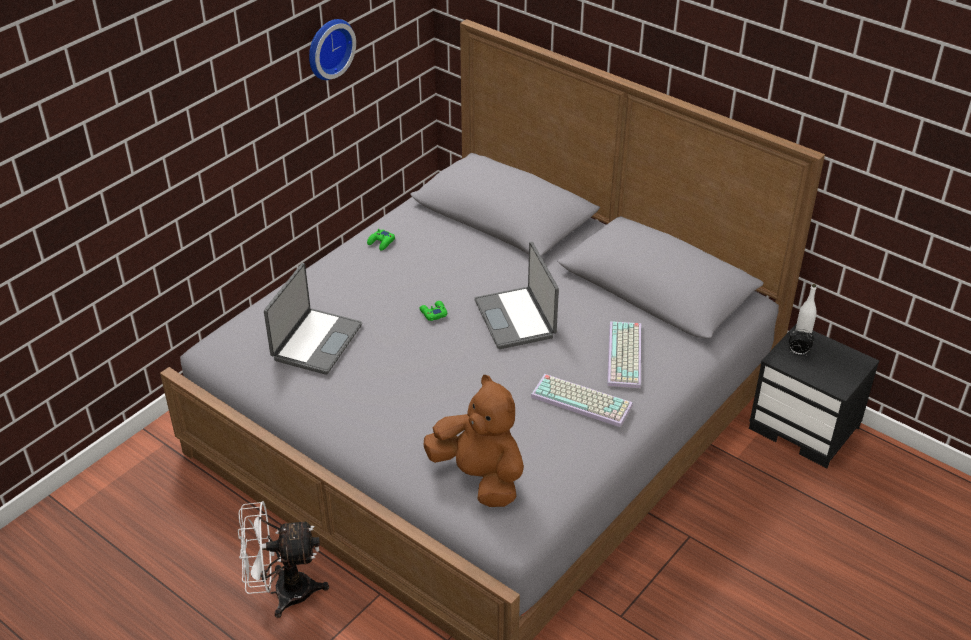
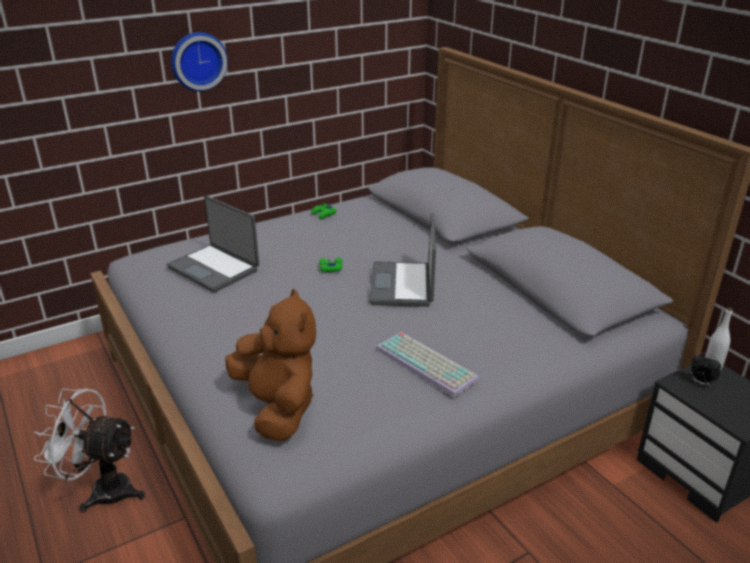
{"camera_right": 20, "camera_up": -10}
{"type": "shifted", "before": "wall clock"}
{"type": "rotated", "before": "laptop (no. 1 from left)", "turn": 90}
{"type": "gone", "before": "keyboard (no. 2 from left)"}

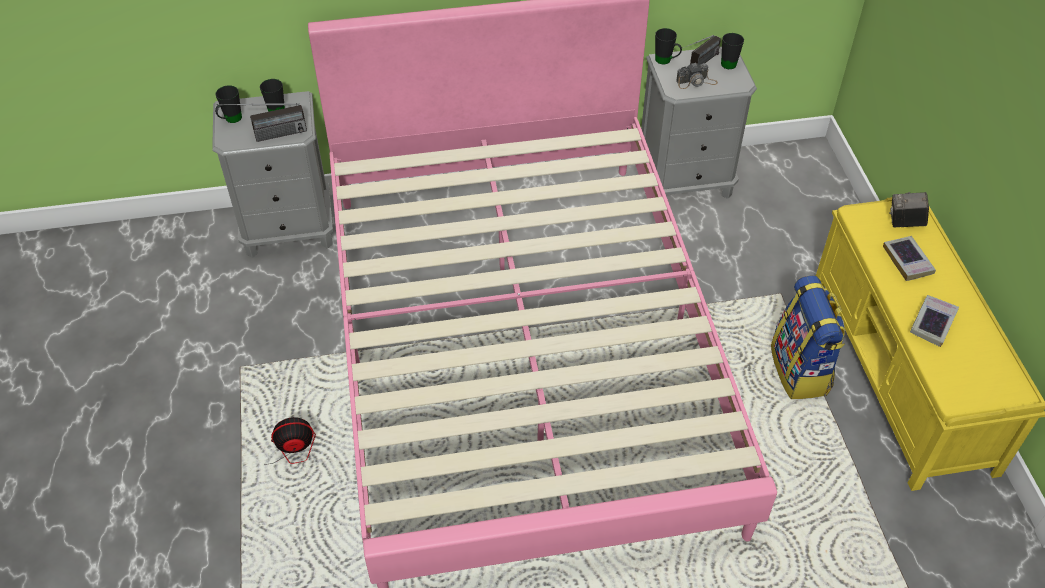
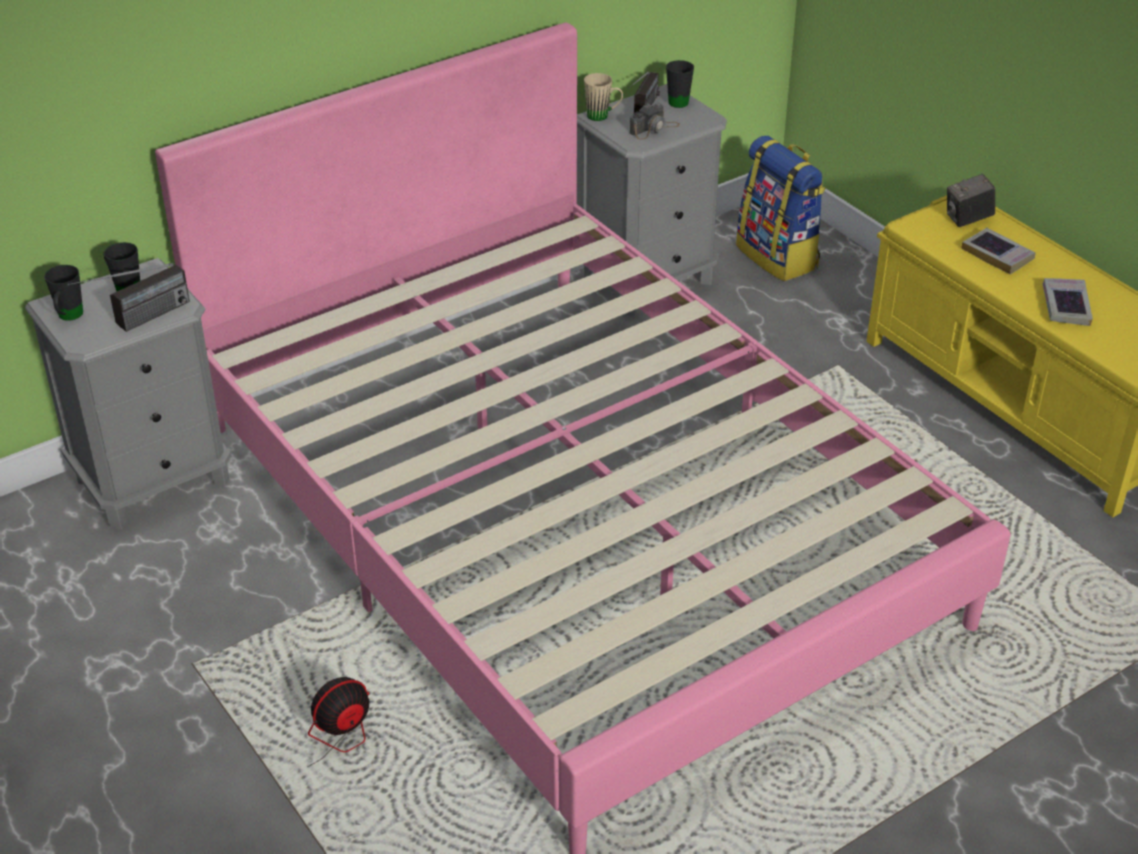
{"camera_right": -25, "camera_up": -10}
{"type": "repainted", "before": "black mug (no. 3 from left)", "after": "beige mug"}
{"type": "shifted", "before": "backpack"}

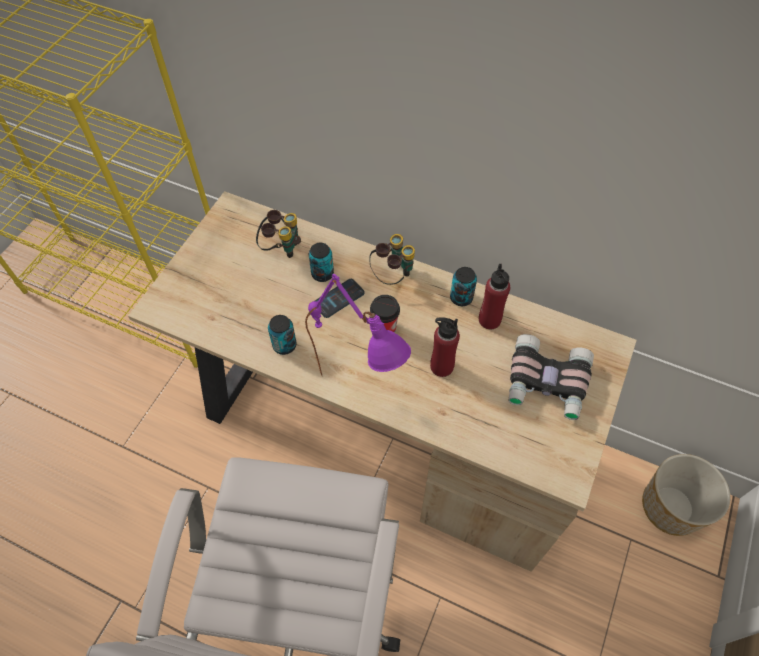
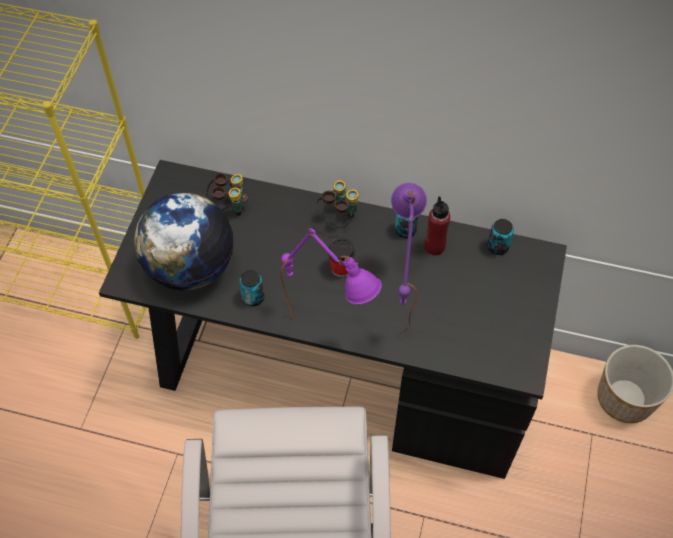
{"camera_right": -10, "camera_up": 0}
{"type": "repainted", "before": "beige desk", "after": "black desk"}
{"type": "shifted", "before": "can (no. 2 from left in the first image)", "after": "can (no. 3 from left)"}
{"type": "gone", "before": "phone"}
{"type": "swapped", "before": "red bottle (no. 1 from left)", "after": "purple table lamp (no. 2 from left)"}
{"type": "gone", "before": "binoculars (no. 3 from left)"}
{"type": "new", "after": "globe"}

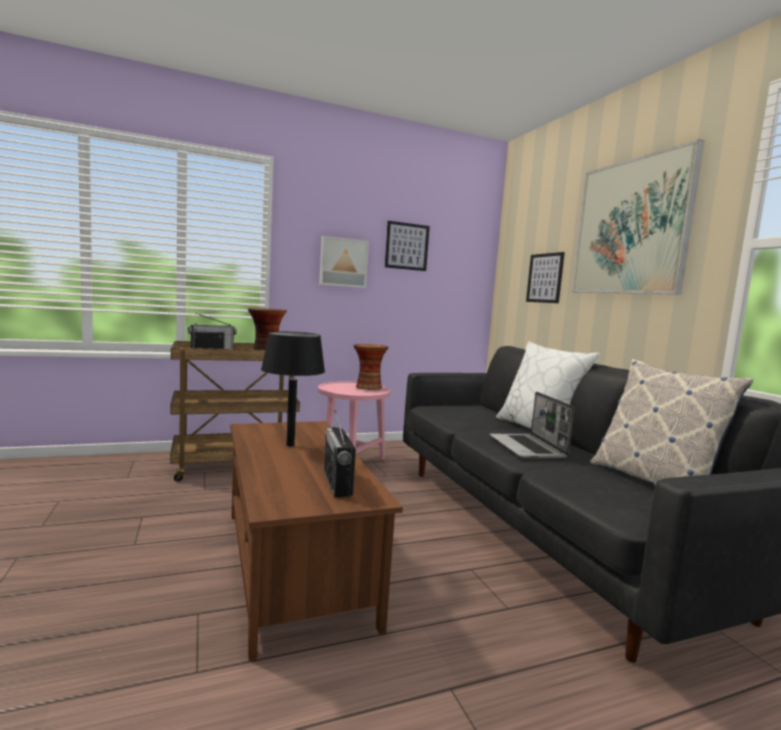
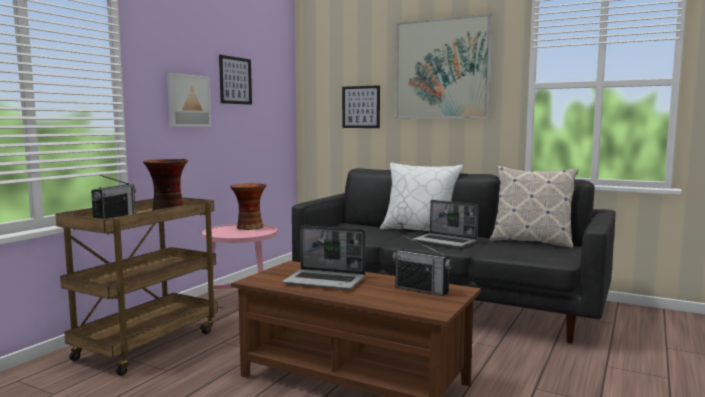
{"camera_right": -40, "camera_up": 0}
{"type": "swapped", "before": "black table lamp", "after": "laptop (no. 1 from left)"}

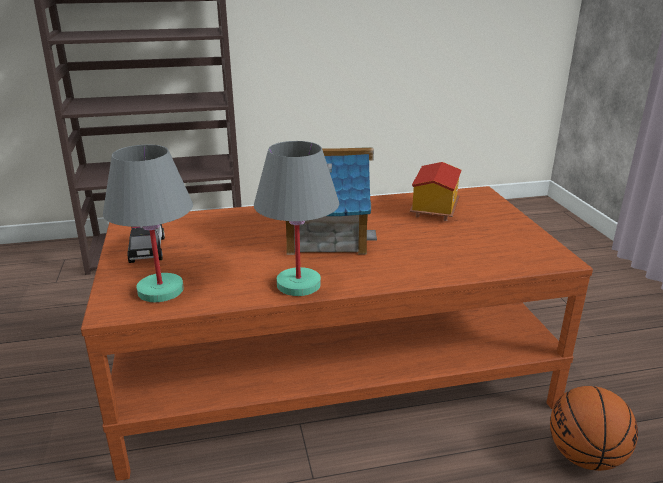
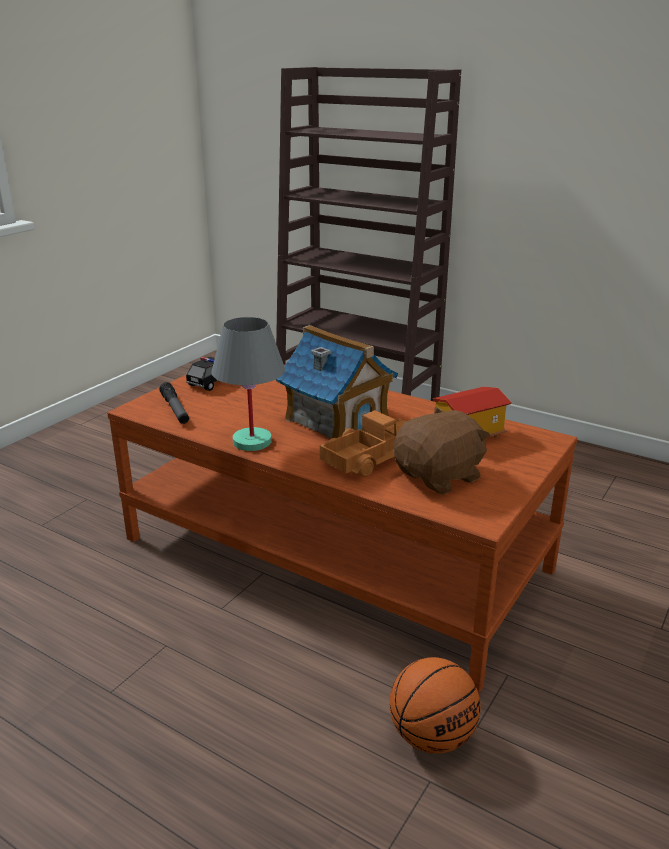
{"camera_right": 45, "camera_up": 0}
{"type": "swapped", "before": "grey table lamp (no. 1 from left)", "after": "flashlight"}
{"type": "new", "after": "brown plush toy"}
{"type": "new", "after": "toy truck"}

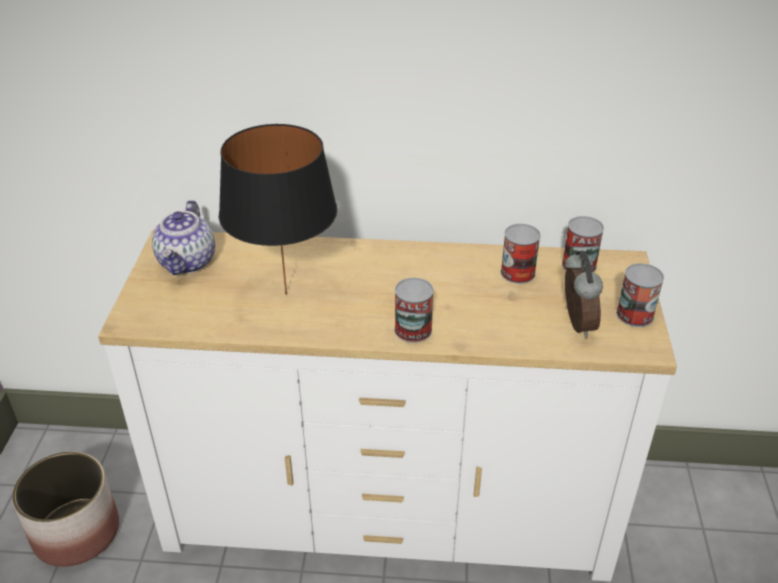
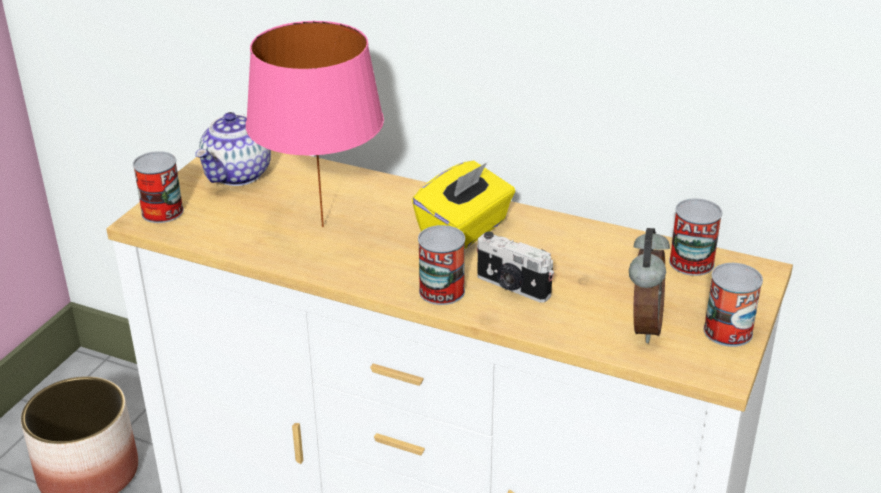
{"camera_right": 20, "camera_up": -5}
{"type": "repainted", "before": "black table lamp", "after": "pink table lamp"}
{"type": "shifted", "before": "can (no. 2 from left in the first image)", "after": "can (no. 1 from left)"}
{"type": "new", "after": "yellow tissue box"}
{"type": "new", "after": "photo camera"}

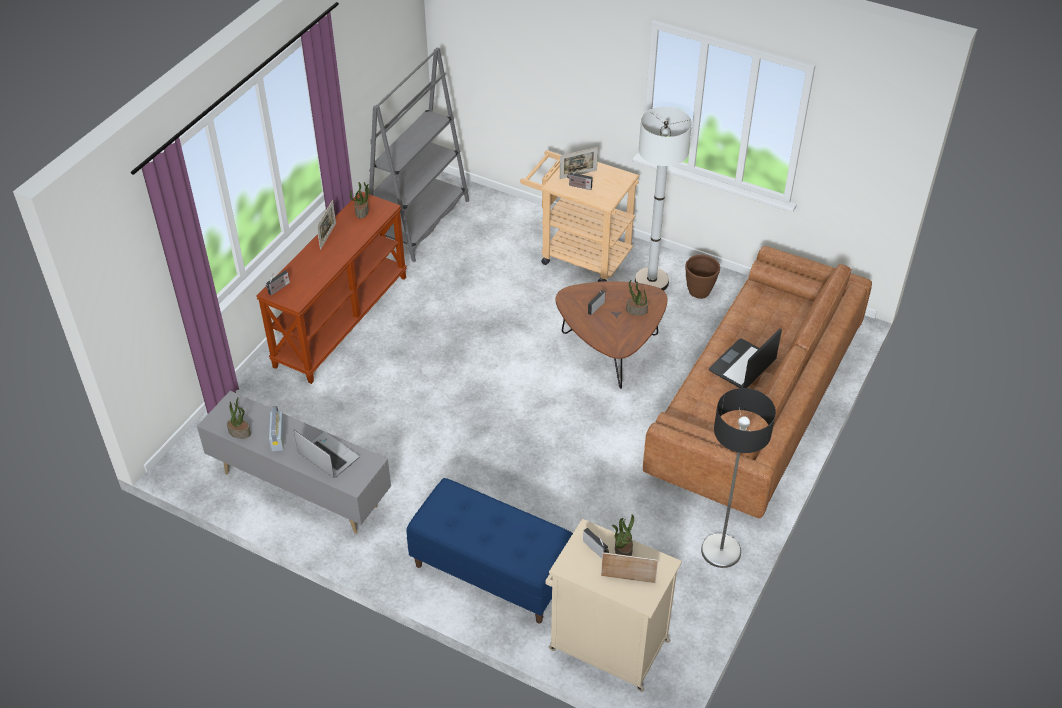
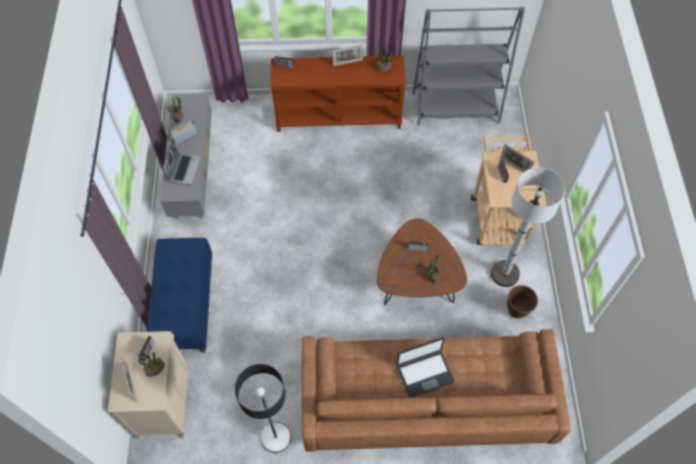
{"camera_right": 60, "camera_up": 15}
{"type": "rotated", "before": "laptop (no. 2 from left)", "turn": 150}

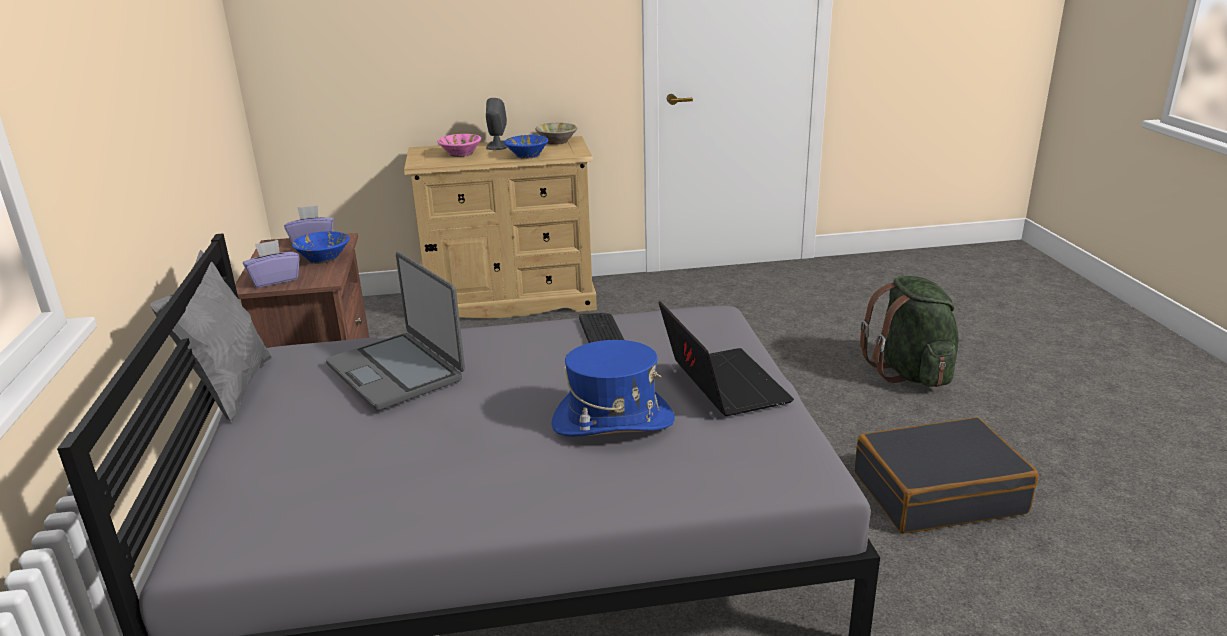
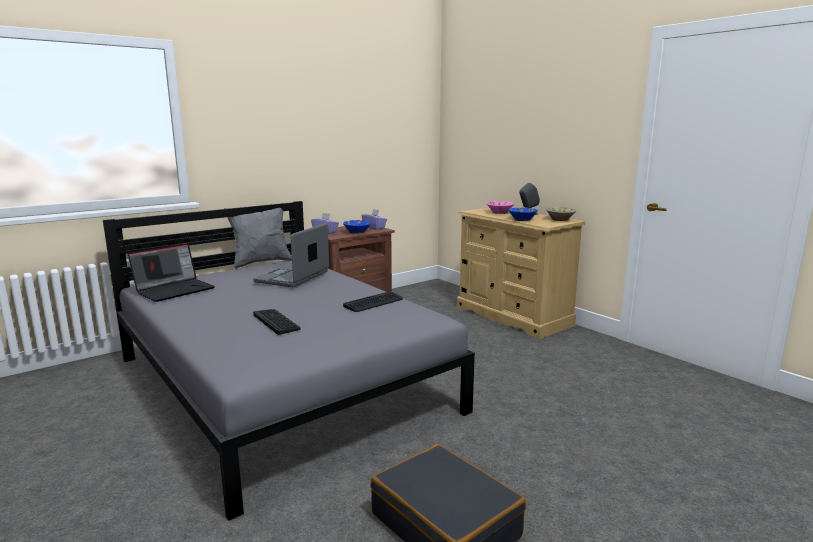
{"camera_right": 60, "camera_up": -10}
{"type": "gone", "before": "green backpack"}
{"type": "shifted", "before": "laptop (no. 2 from left in the first image)", "after": "laptop (no. 1 from left)"}
{"type": "swapped", "before": "blue hat", "after": "keyboard (no. 1 from left)"}

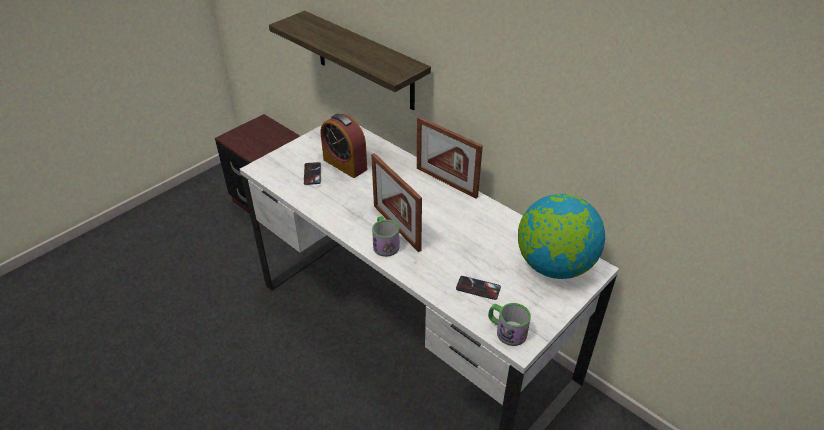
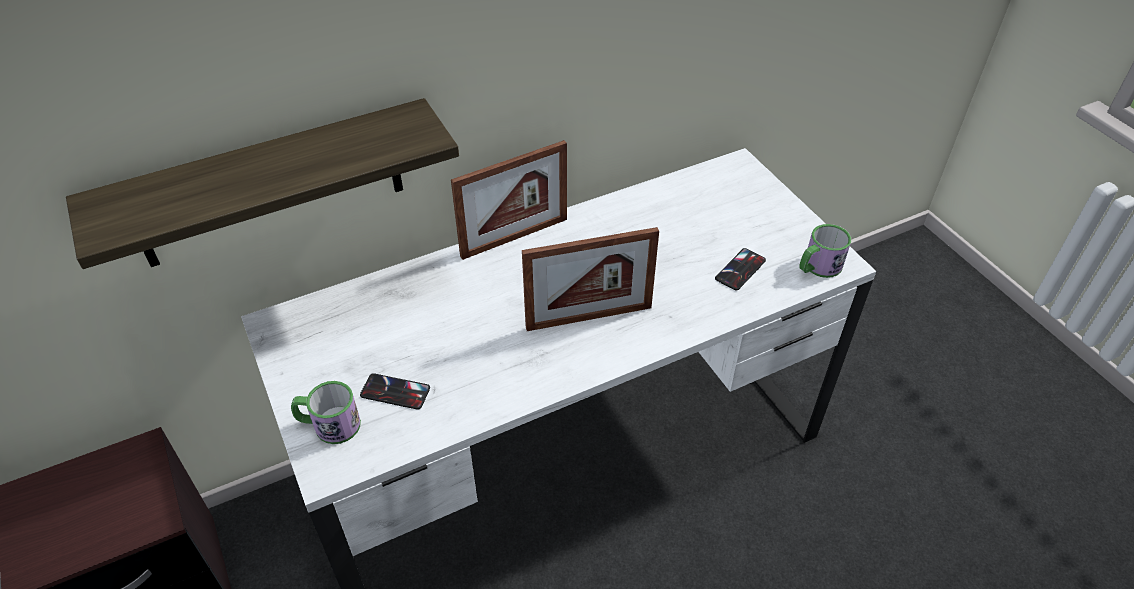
{"camera_right": -70, "camera_up": 5}
{"type": "gone", "before": "alarm clock"}
{"type": "gone", "before": "globe"}
{"type": "shifted", "before": "mug (no. 1 from left)"}

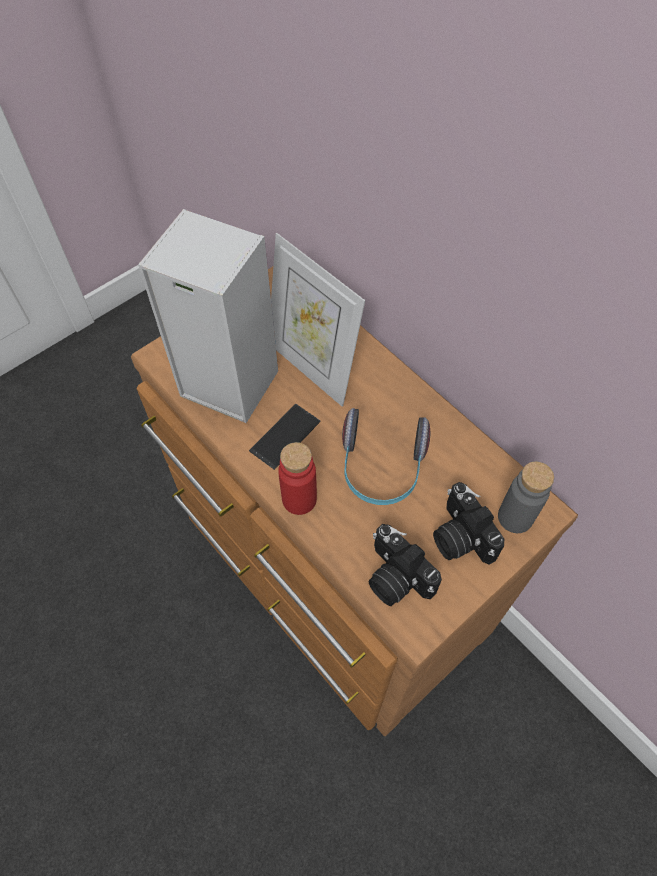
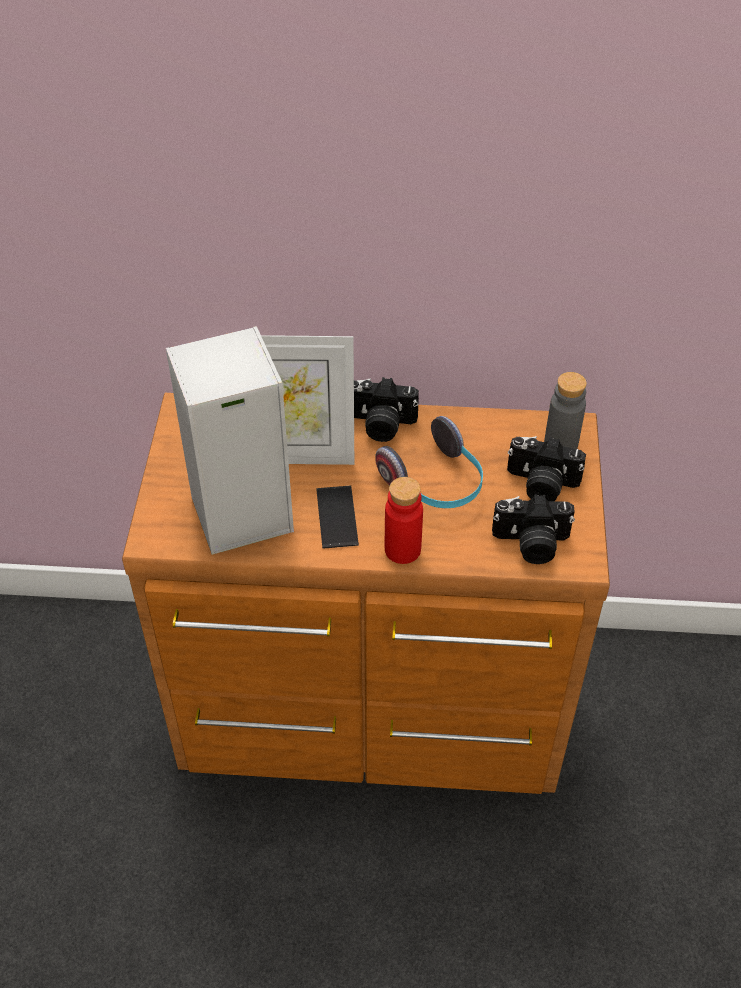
{"camera_right": -45, "camera_up": -10}
{"type": "new", "after": "photo camera (no. 1 from left)"}

